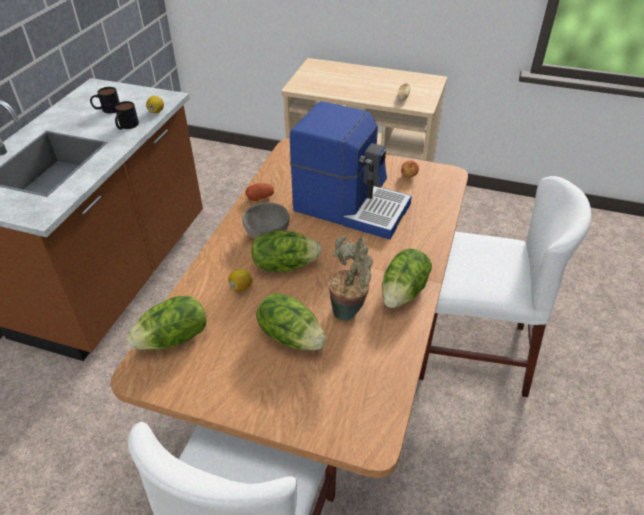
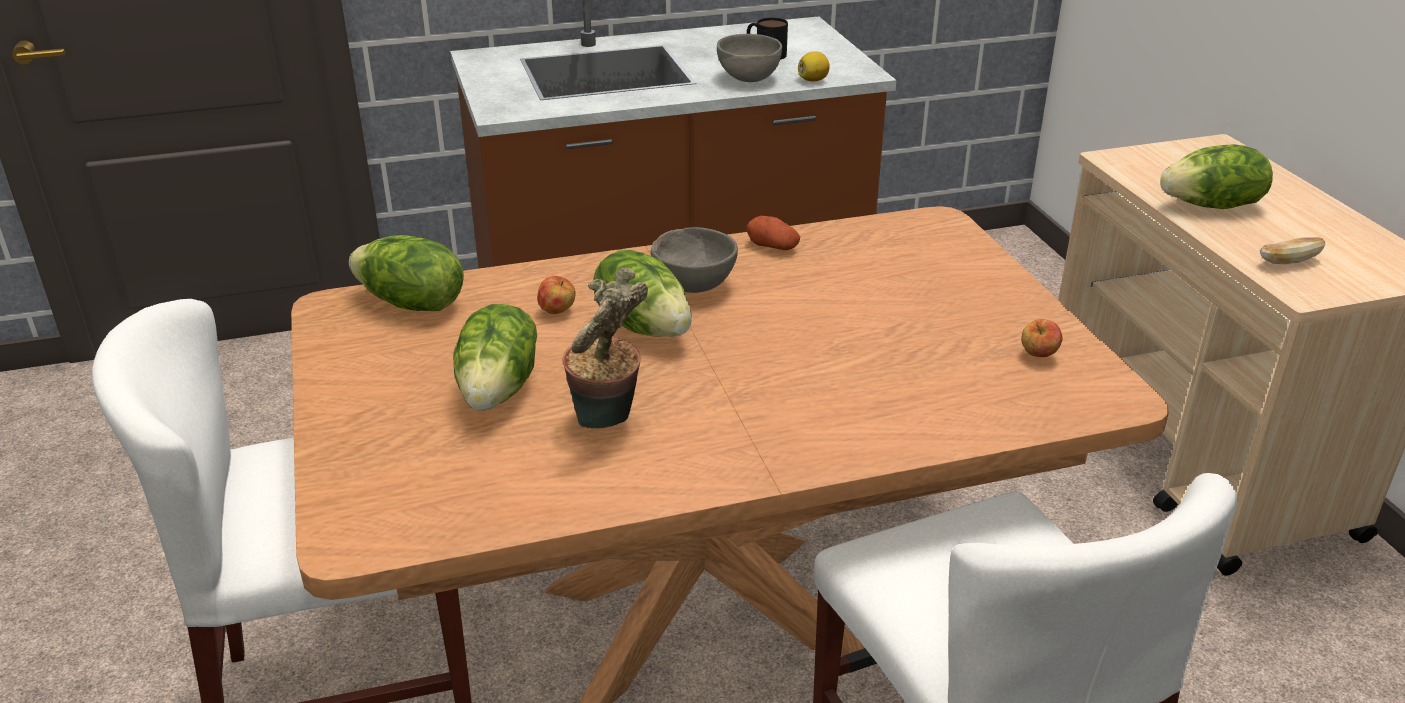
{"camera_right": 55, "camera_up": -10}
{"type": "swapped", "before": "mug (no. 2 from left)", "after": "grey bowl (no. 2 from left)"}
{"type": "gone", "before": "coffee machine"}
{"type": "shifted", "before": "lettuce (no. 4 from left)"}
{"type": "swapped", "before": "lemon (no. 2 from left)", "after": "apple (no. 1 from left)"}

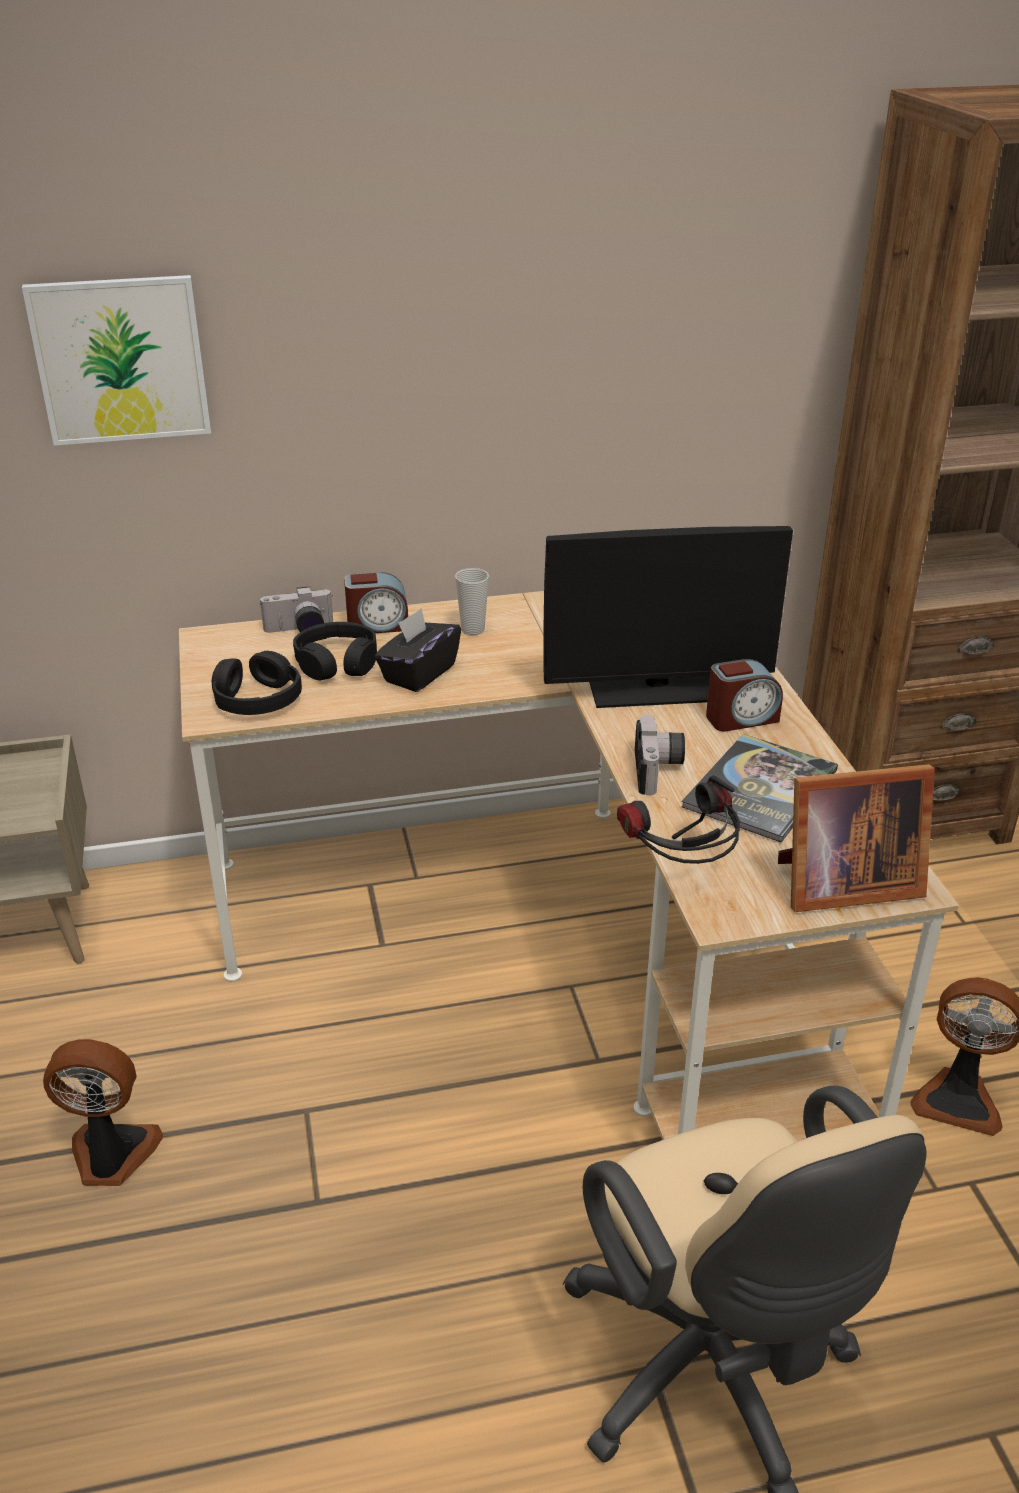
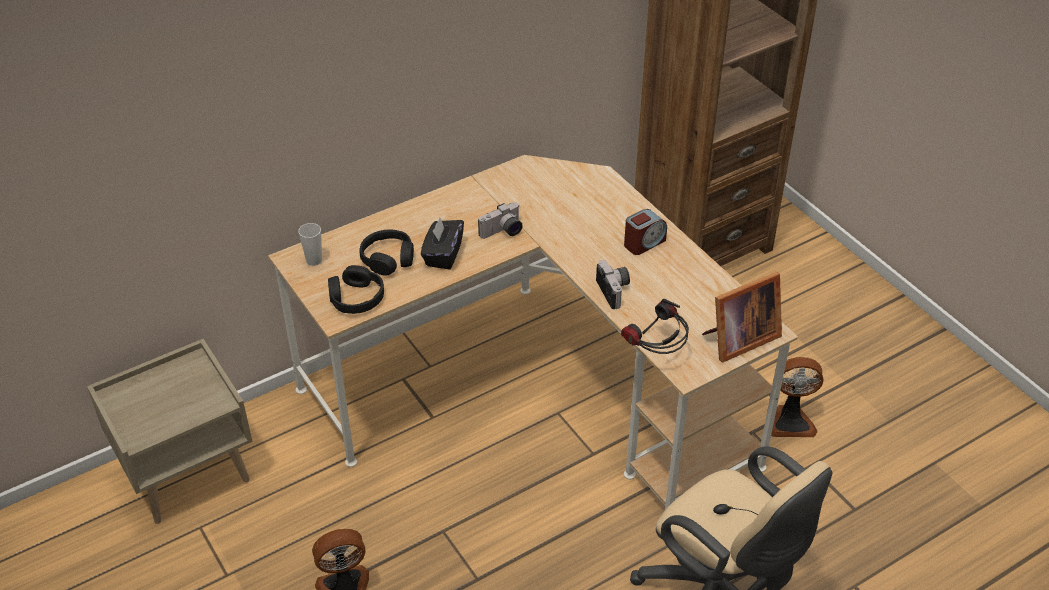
{"camera_right": -20, "camera_up": 10}
{"type": "gone", "before": "picture"}
{"type": "gone", "before": "monitor"}
{"type": "shifted", "before": "cup"}
{"type": "gone", "before": "alarm clock (no. 1 from left)"}
{"type": "shifted", "before": "photo camera (no. 1 from left)"}
{"type": "gone", "before": "book"}

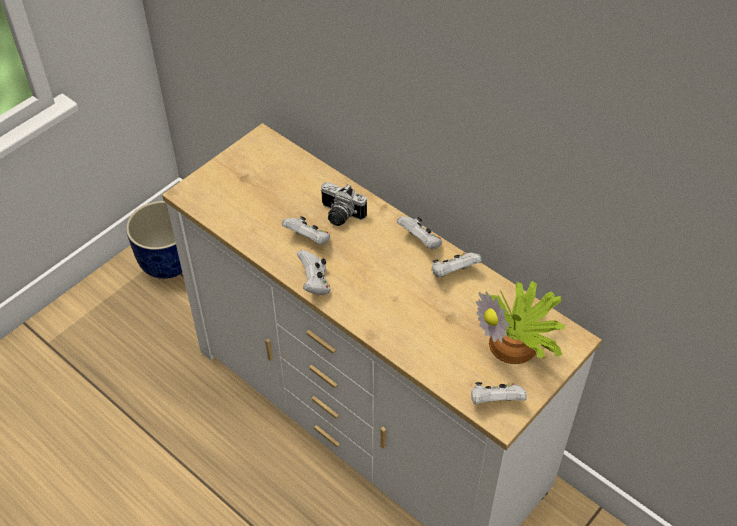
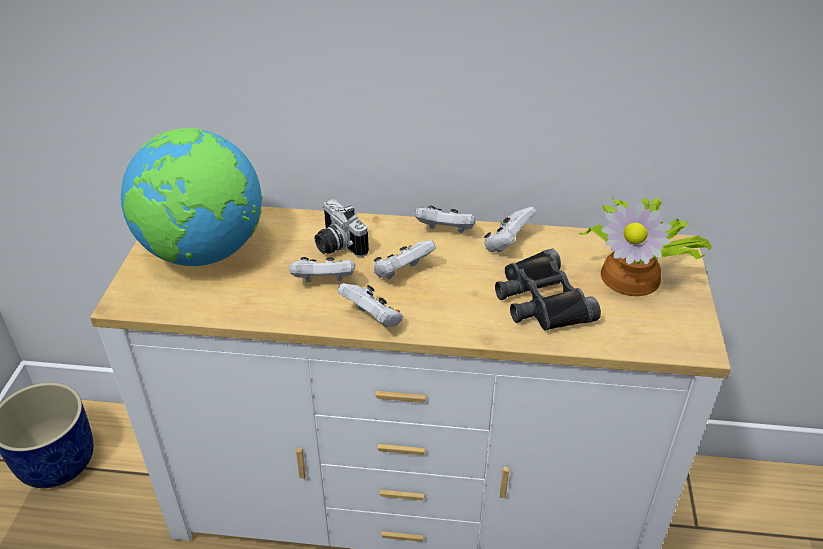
{"camera_right": -35, "camera_up": -10}
{"type": "rotated", "before": "photo camera", "turn": 60}
{"type": "shifted", "before": "white game controller (no. 5 from left in the first image)", "after": "white game controller (no. 3 from left)"}
{"type": "new", "after": "globe"}
{"type": "new", "after": "black binoculars"}

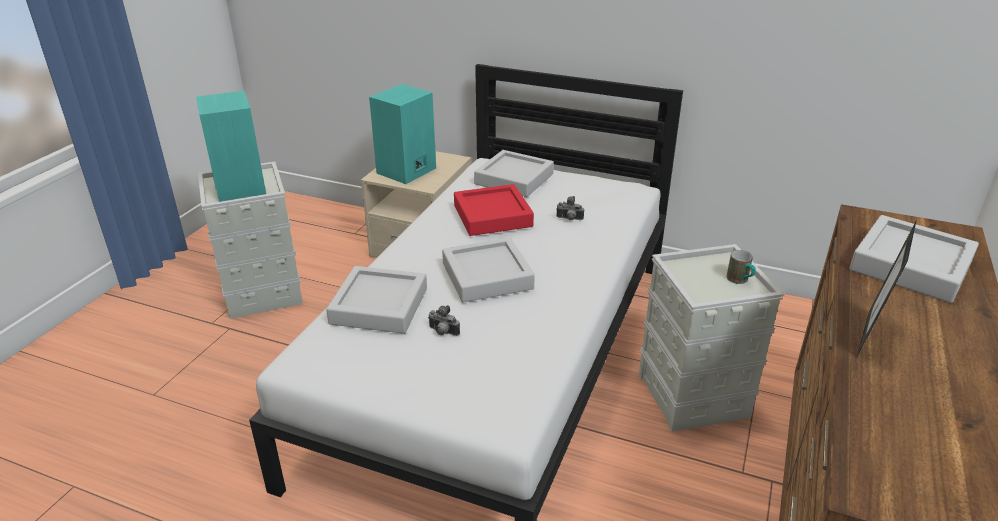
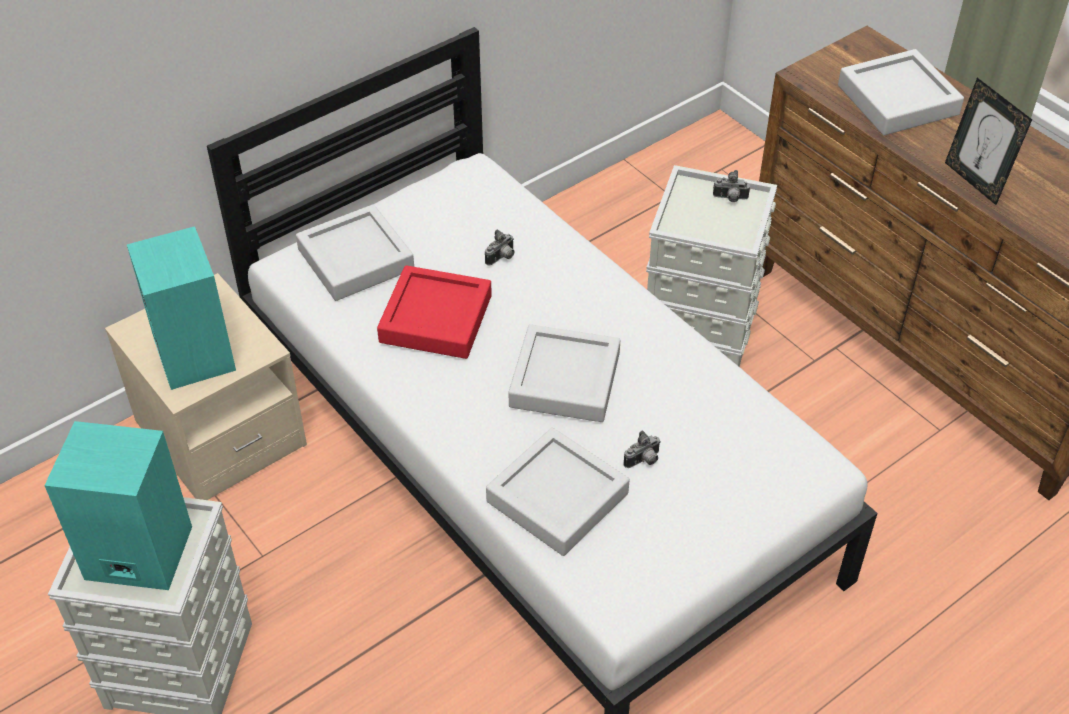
{"camera_right": -60, "camera_up": 15}
{"type": "swapped", "before": "mug", "after": "photo camera (no. 3 from left)"}

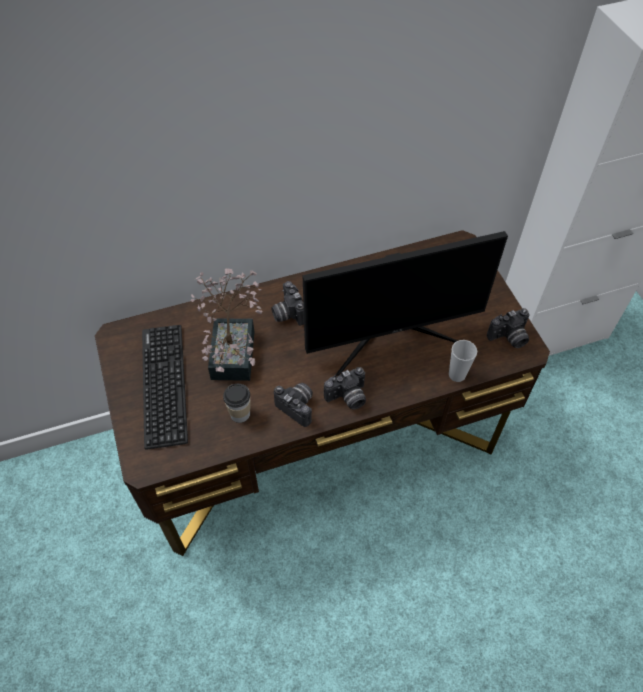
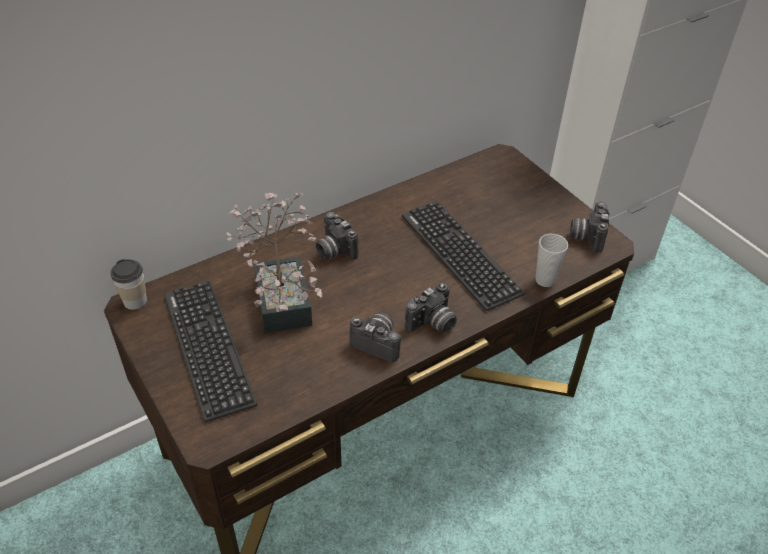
{"camera_right": -15, "camera_up": -10}
{"type": "swapped", "before": "monitor", "after": "keyboard (no. 2 from left)"}
{"type": "rotated", "before": "photo camera (no. 4 from left)", "turn": 135}
{"type": "shifted", "before": "cup (no. 1 from left)"}

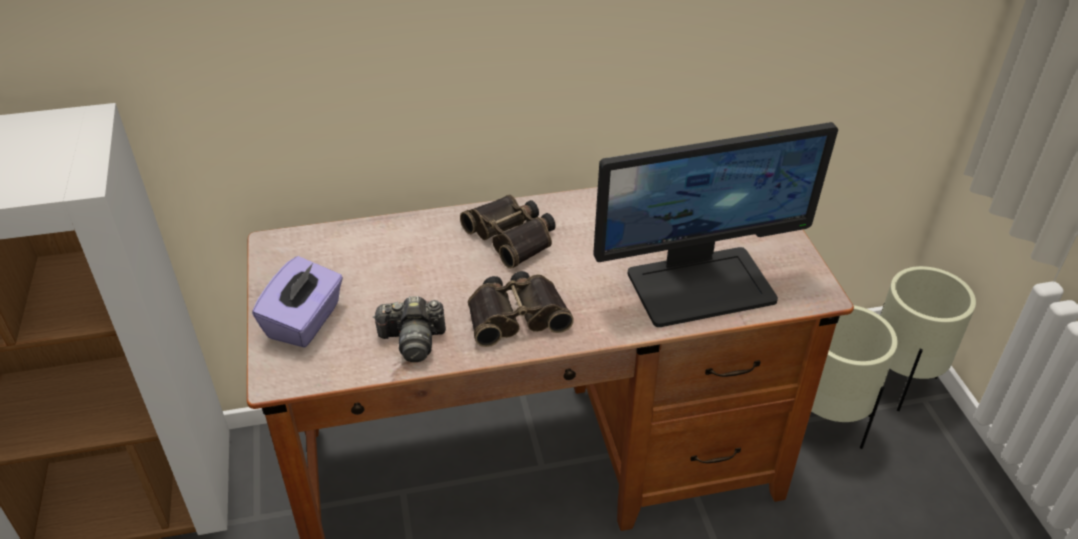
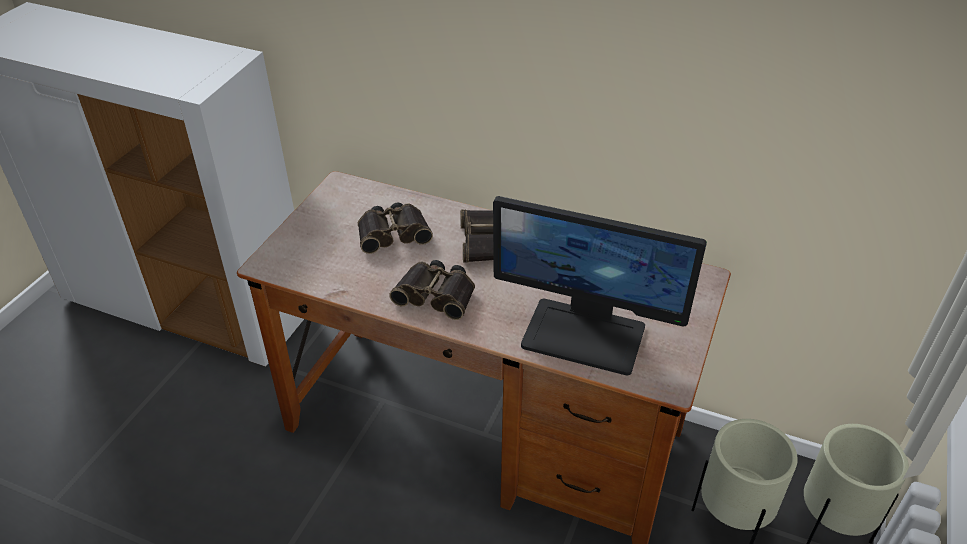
{"camera_right": 35, "camera_up": 0}
{"type": "gone", "before": "purple tissue box"}
{"type": "gone", "before": "photo camera"}
{"type": "new", "after": "binoculars (no. 1 from left)"}

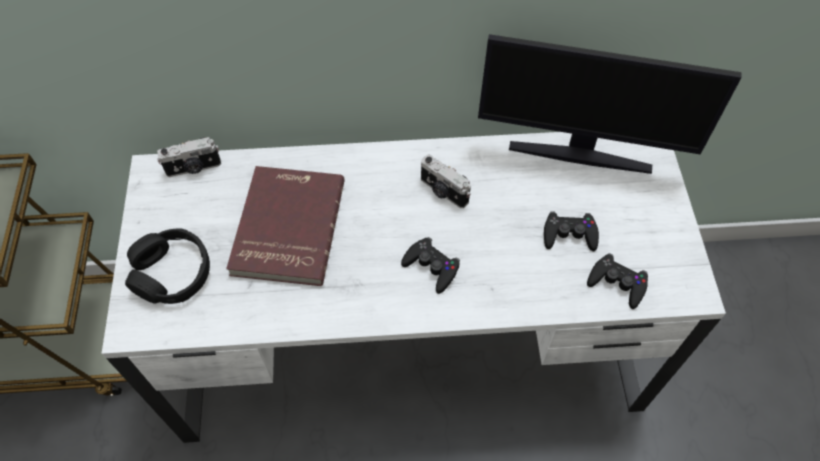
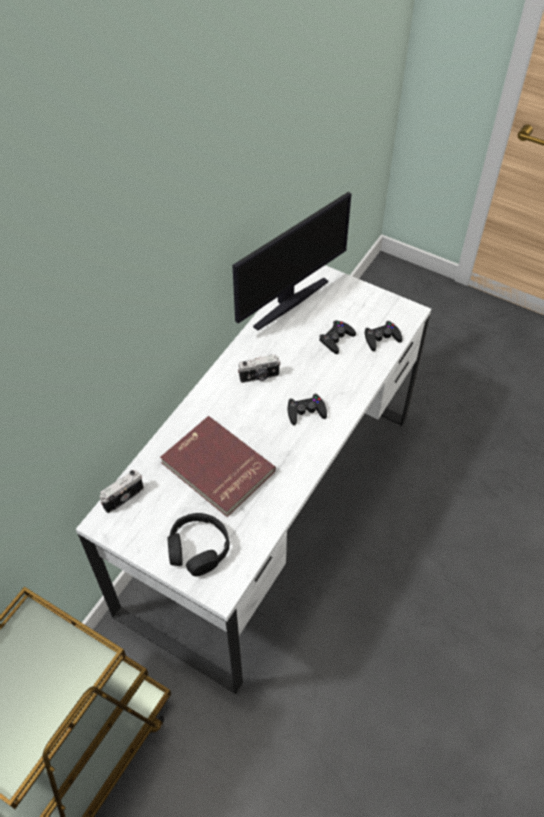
{"camera_right": -55, "camera_up": -5}
{"type": "rotated", "before": "photo camera (no. 1 from left)", "turn": -150}

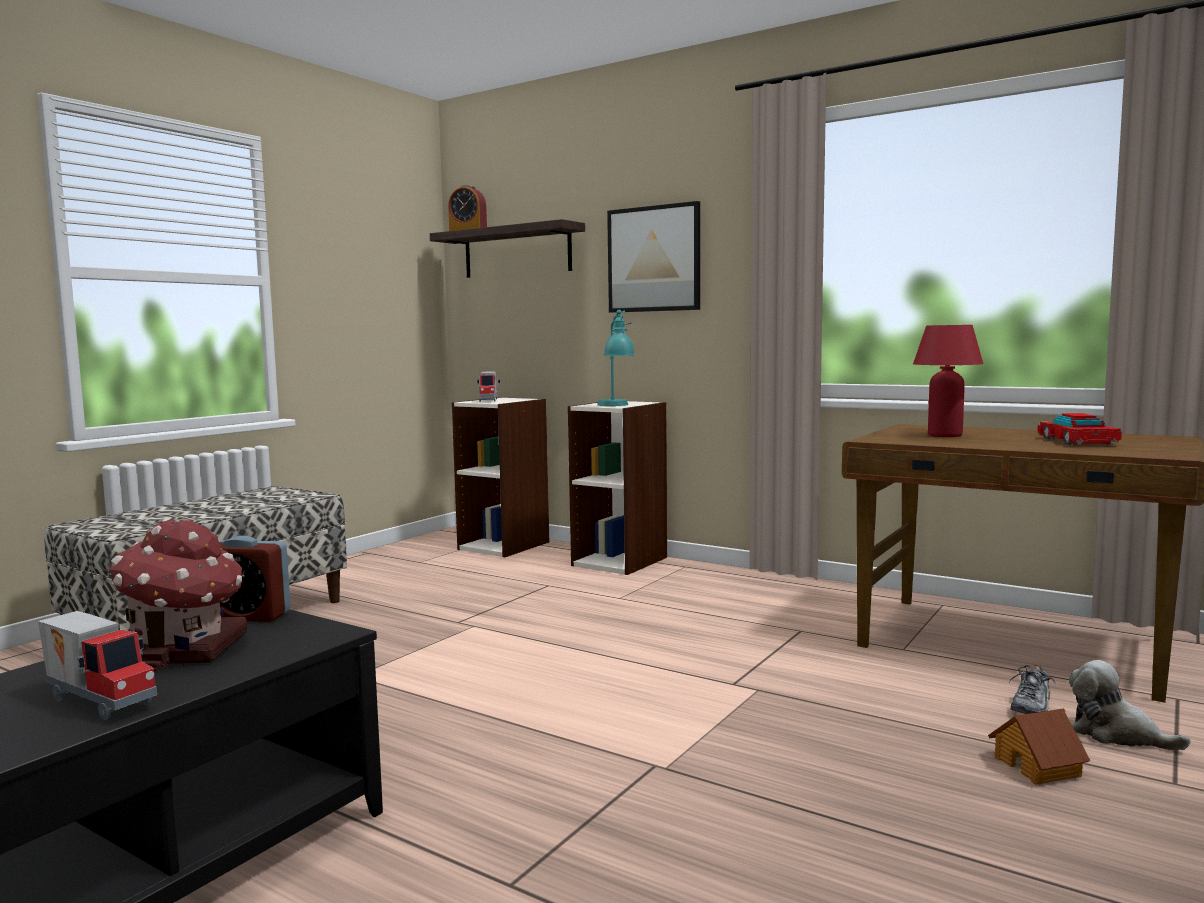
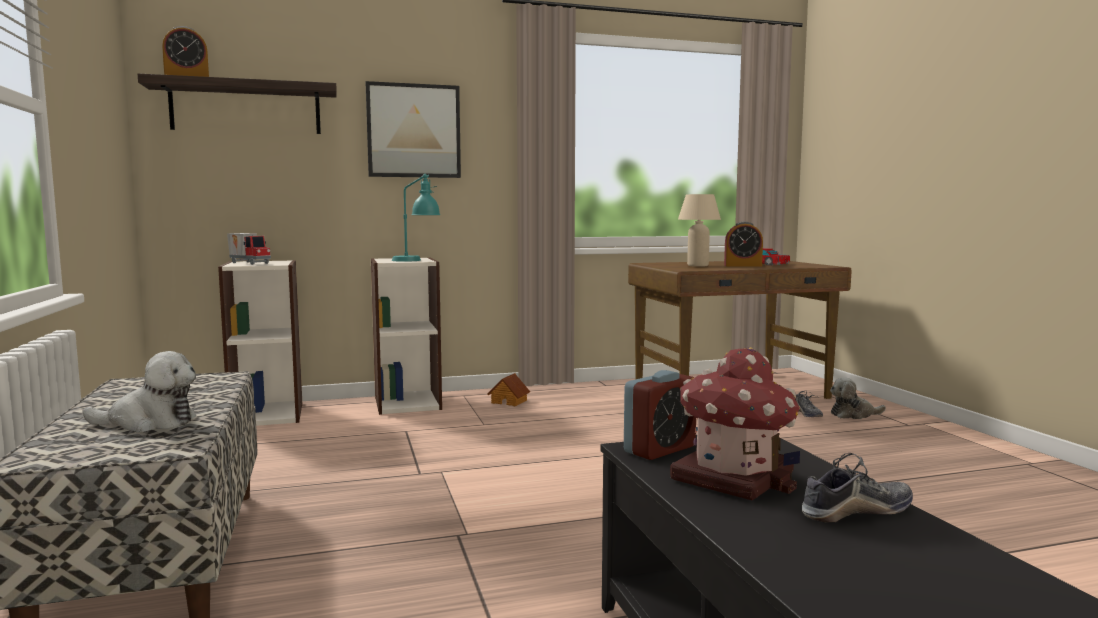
{"camera_right": -50, "camera_up": 0}
{"type": "repainted", "before": "red table lamp", "after": "beige table lamp"}
{"type": "swapped", "before": "toy truck (no. 1 from left)", "after": "shoe (no. 2 from left)"}
{"type": "shifted", "before": "toy house (no. 2 from left in the first image)", "after": "toy house (no. 1 from left)"}
{"type": "new", "after": "alarm clock (no. 3 from left)"}
{"type": "new", "after": "plush toy (no. 1 from left)"}

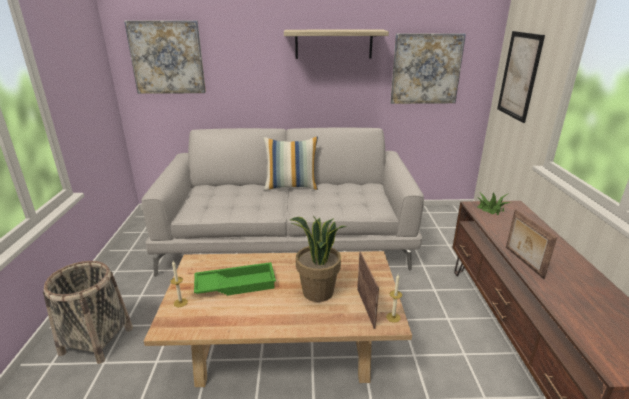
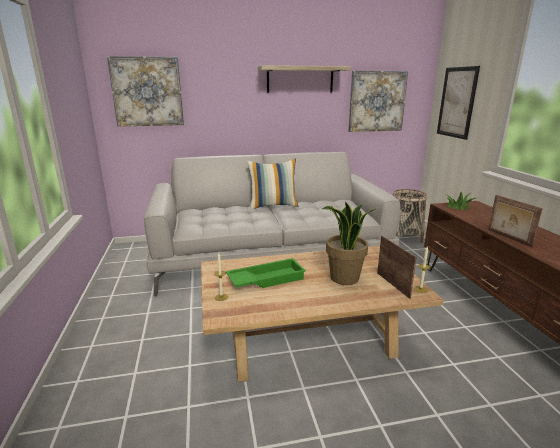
{"camera_right": -10, "camera_up": -5}
{"type": "shifted", "before": "basket"}

